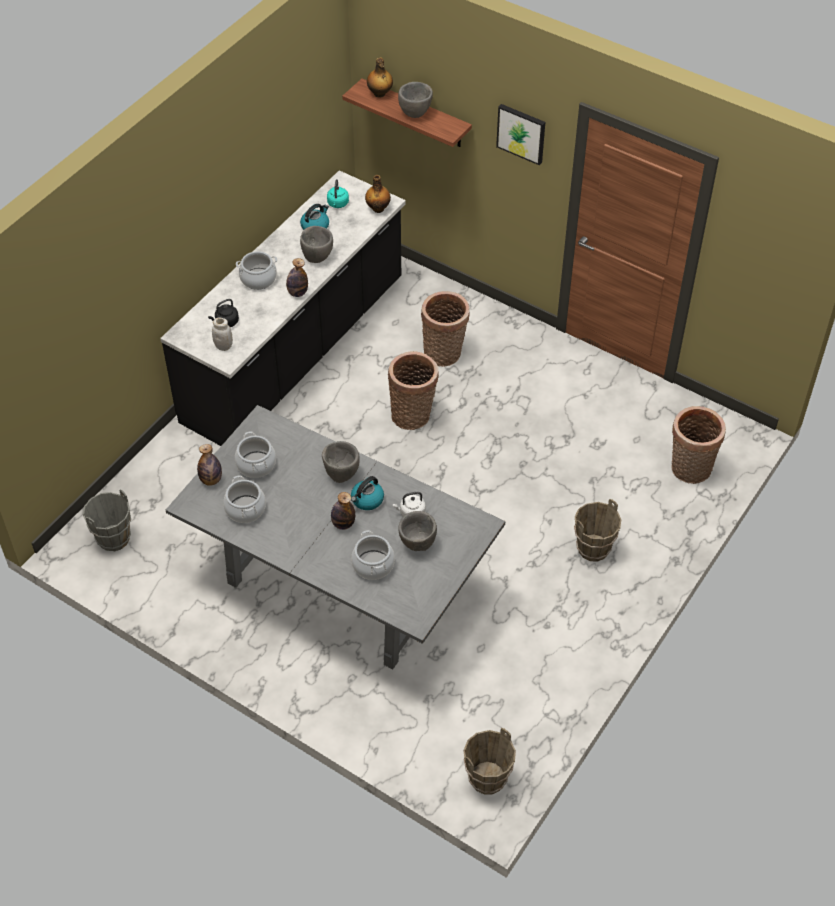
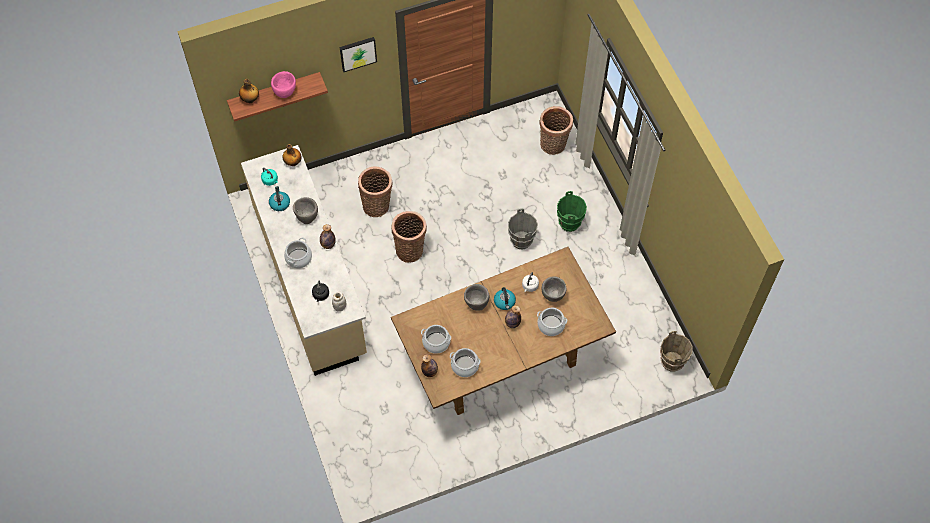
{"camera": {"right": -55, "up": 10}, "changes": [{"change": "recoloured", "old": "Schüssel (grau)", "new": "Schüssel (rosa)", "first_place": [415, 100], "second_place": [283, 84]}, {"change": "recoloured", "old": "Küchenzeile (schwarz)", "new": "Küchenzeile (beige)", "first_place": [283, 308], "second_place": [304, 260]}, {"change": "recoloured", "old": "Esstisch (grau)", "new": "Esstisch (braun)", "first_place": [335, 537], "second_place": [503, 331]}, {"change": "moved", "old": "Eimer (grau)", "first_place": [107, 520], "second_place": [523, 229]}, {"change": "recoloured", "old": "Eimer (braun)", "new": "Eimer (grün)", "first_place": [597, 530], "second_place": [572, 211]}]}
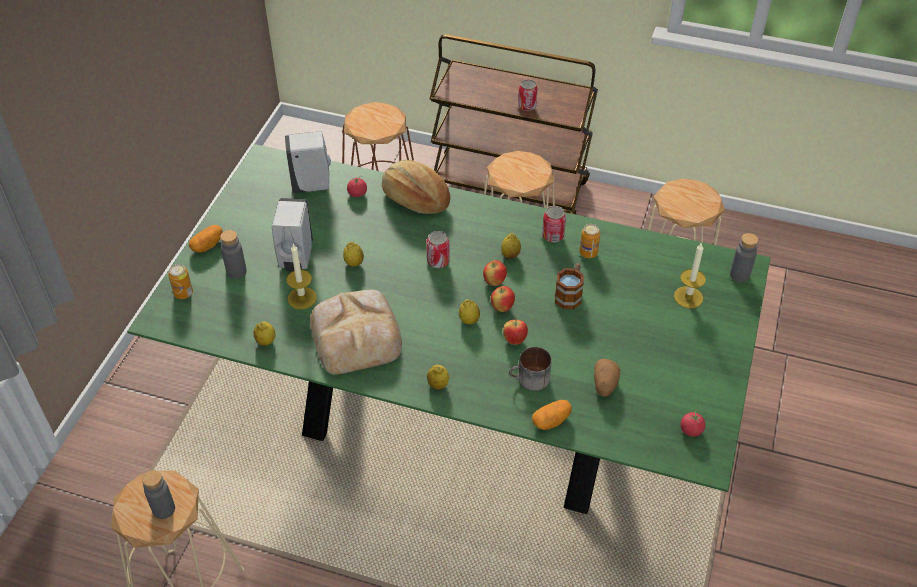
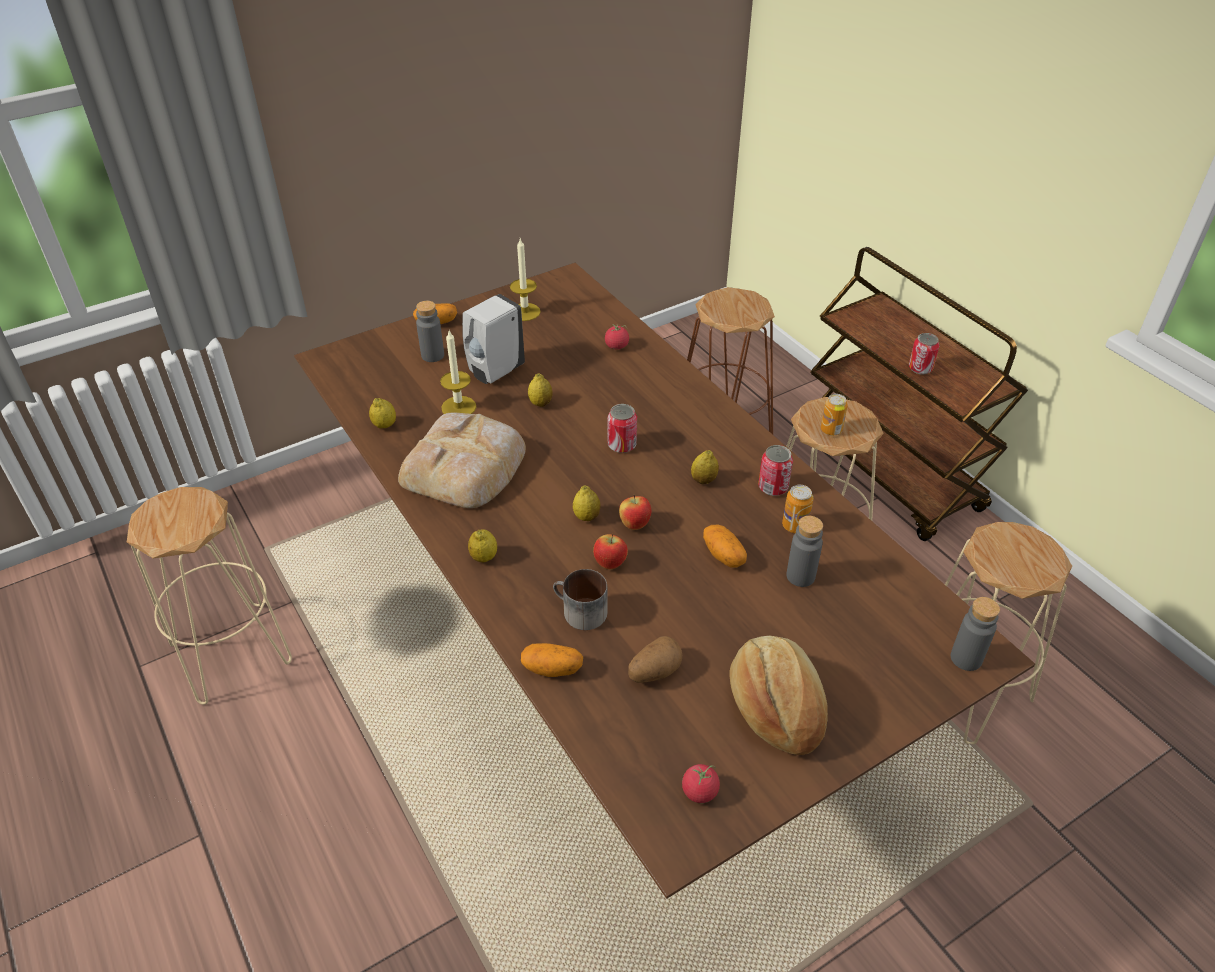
{"camera": {"right": 40, "up": -5}, "changes": [{"change": "removed", "old": "Seifenspender (weiß)", "first_place": [308, 162]}, {"change": "recoloured", "old": "Esstisch (grün)", "new": "Esstisch (braun)", "first_place": [448, 329], "second_place": [664, 581]}, {"change": "moved", "old": "Brot", "first_place": [416, 187], "second_place": [779, 695]}, {"change": "moved", "old": "Kerze", "first_place": [690, 275], "second_place": [525, 280]}, {"change": "removed", "old": "Apfel", "first_place": [495, 273]}, {"change": "replaced", "old": "Henkelbecher", "new": "Kartoffel", "first_place": [569, 286], "second_place": [725, 546]}, {"change": "moved", "old": "Dose", "first_place": [180, 281], "second_place": [834, 414]}, {"change": "moved", "old": "Flasche (grau)", "first_place": [158, 494], "second_place": [804, 551]}]}
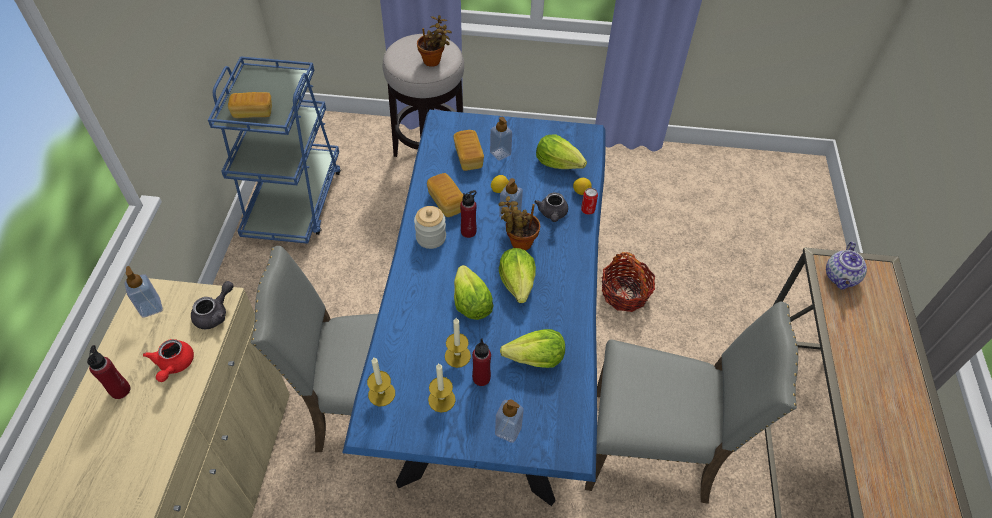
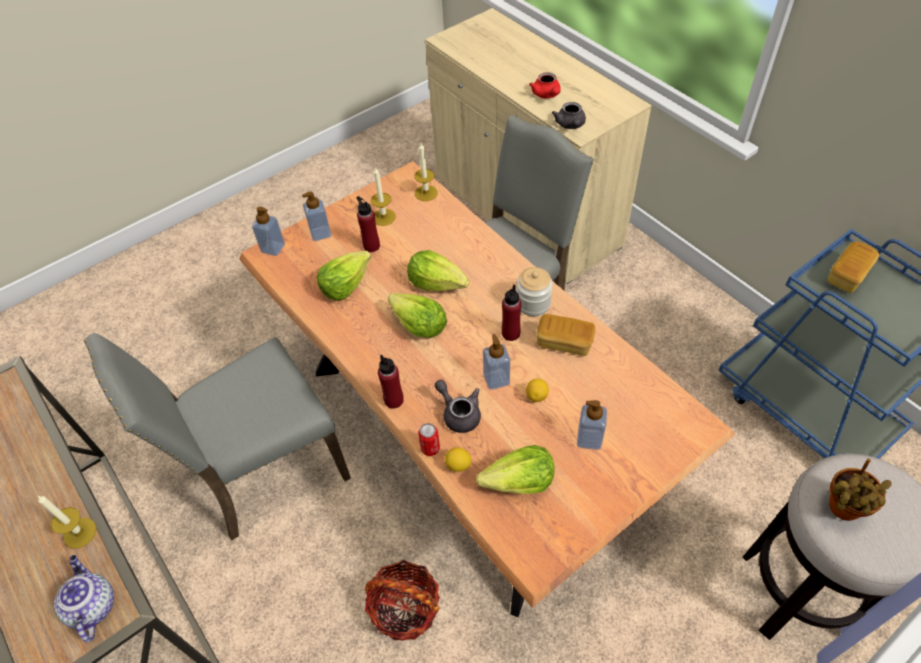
{"camera": {"right": 140, "up": 0}, "changes": [{"change": "recoloured", "old": "Esstisch (blau)", "new": "Esstisch (braun)", "first_place": [474, 308], "second_place": [487, 389]}, {"change": "removed", "old": "Brot", "first_place": [468, 150]}, {"change": "removed", "old": "Topfpflanze", "first_place": [519, 223]}, {"change": "moved", "old": "Seifenspender", "first_place": [143, 292], "second_place": [268, 231]}, {"change": "moved", "old": "Kerze", "first_place": [458, 343], "second_place": [67, 522]}, {"change": "turned", "old": "Teekanne (rot)", "first_place": [168, 360], "second_place": [544, 85], "degrees": -150}, {"change": "moved", "old": "Flasche (rot)", "first_place": [109, 372], "second_place": [391, 381]}]}
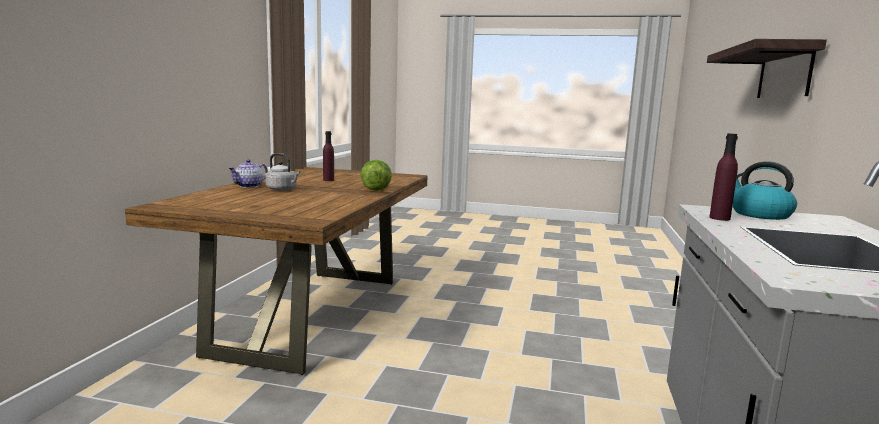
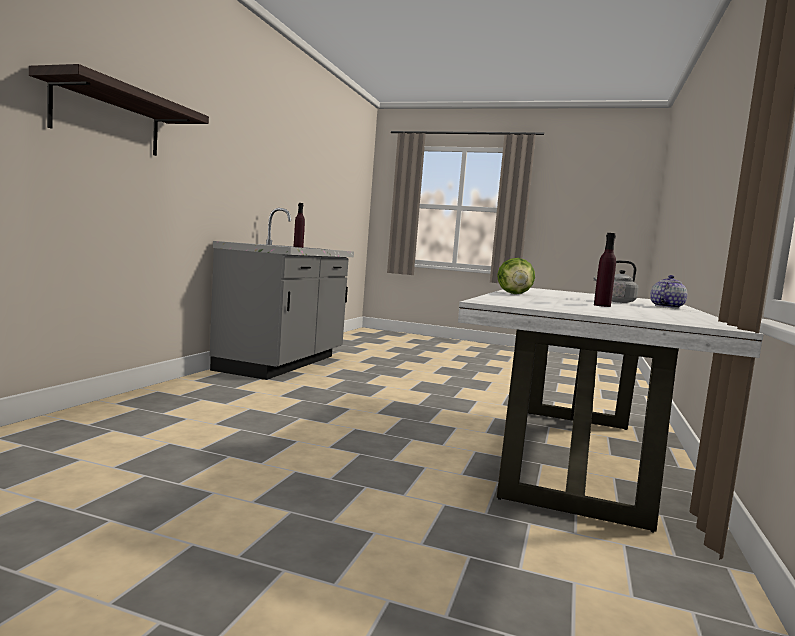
{"camera": {"right": -175, "up": -5}, "changes": [{"change": "removed", "old": "Wasserkessel", "first_place": [765, 190]}, {"change": "recoloured", "old": "Esstisch (braun)", "new": "Esstisch (weiß)", "first_place": [276, 271], "second_place": [611, 410]}]}
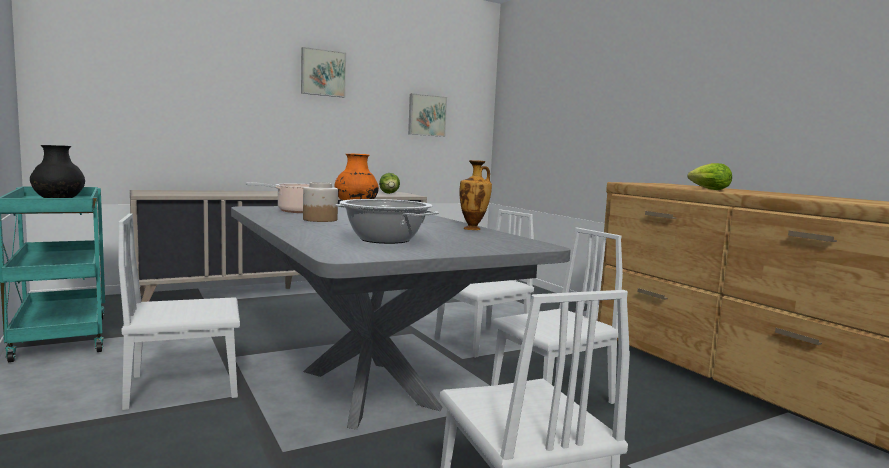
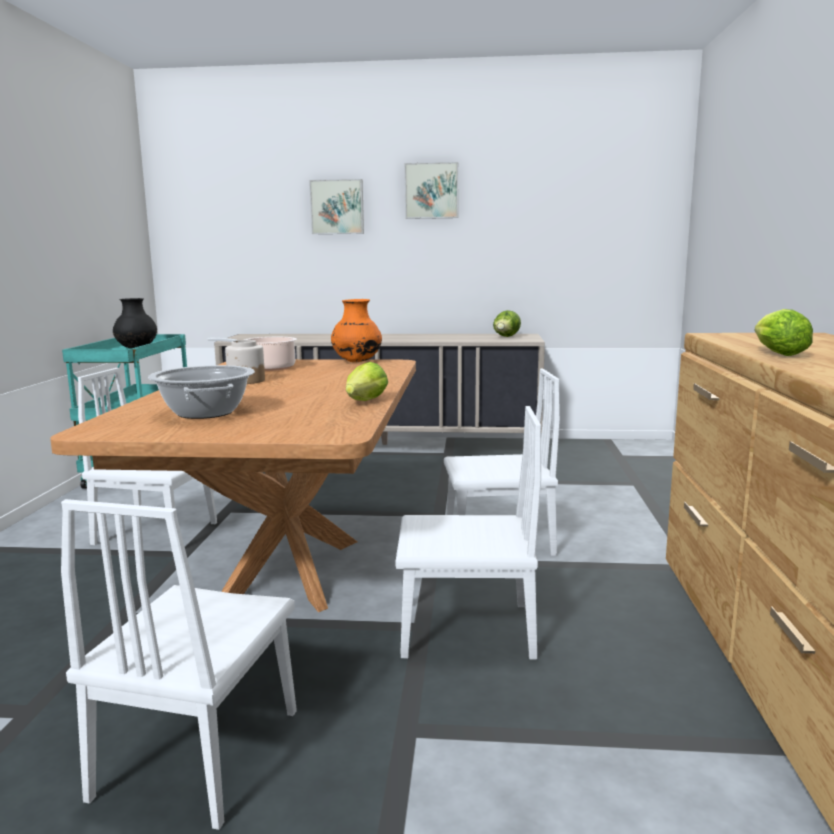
{"camera": {"right": 35, "up": 5}, "changes": [{"change": "moved", "old": "Bild", "first_place": [427, 115], "second_place": [336, 206]}, {"change": "replaced", "old": "Vase", "new": "Salatkopf", "first_place": [475, 195], "second_place": [367, 381]}, {"change": "recoloured", "old": "Esstisch (grau)", "new": "Esstisch (braun)", "first_place": [401, 318], "second_place": [233, 485]}]}
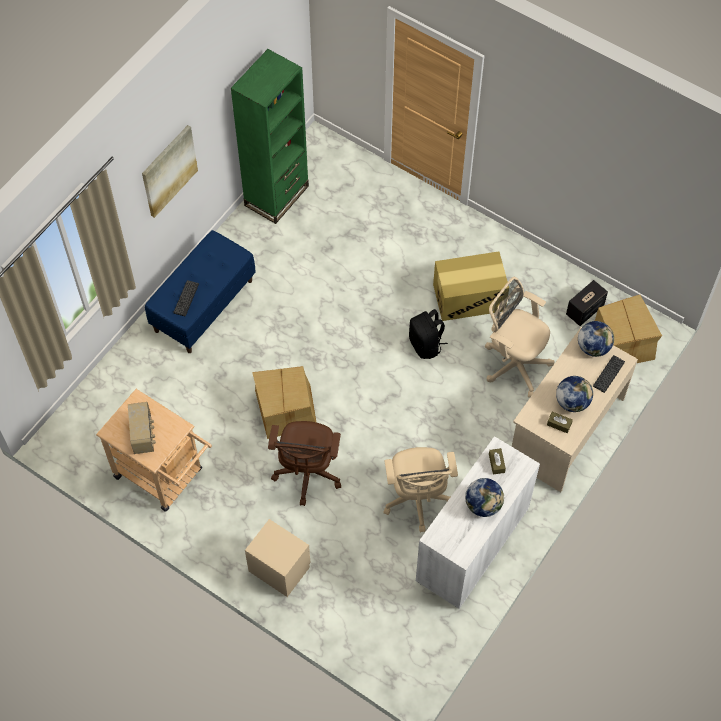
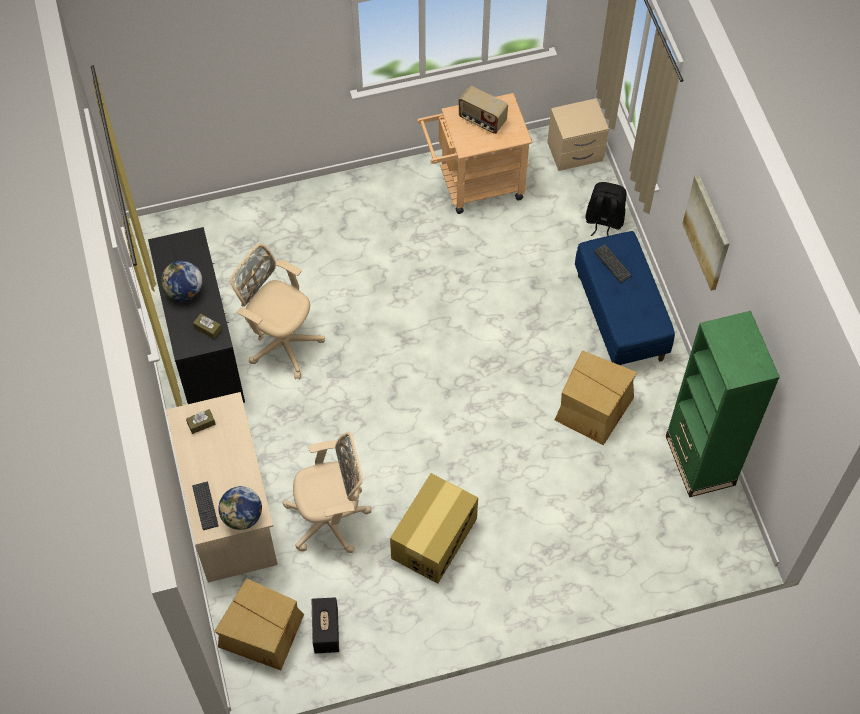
{"camera": {"right": 130, "up": 0}, "changes": [{"change": "moved", "old": "Rucksack (schwarz)", "first_place": [428, 334], "second_place": [605, 209]}, {"change": "moved", "old": "Karton", "first_place": [284, 402], "second_place": [596, 397]}, {"change": "removed", "old": "Globus", "first_place": [574, 394]}, {"change": "removed", "old": "Bürostuhl (braun)", "first_place": [304, 463]}, {"change": "recoloured", "old": "Schrank (weiß)", "new": "Schrank (schwarz)", "first_place": [478, 522], "second_place": [196, 315]}, {"change": "moved", "old": "Nachttisch (beige)", "first_place": [278, 558], "second_place": [578, 134]}]}
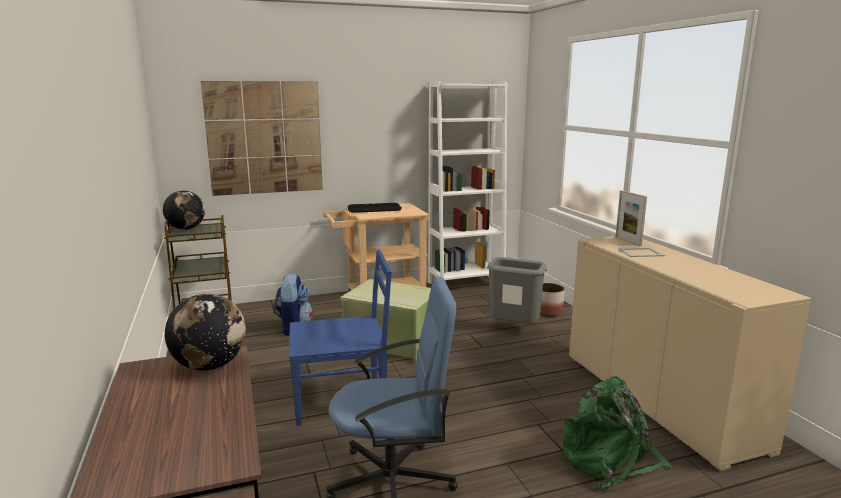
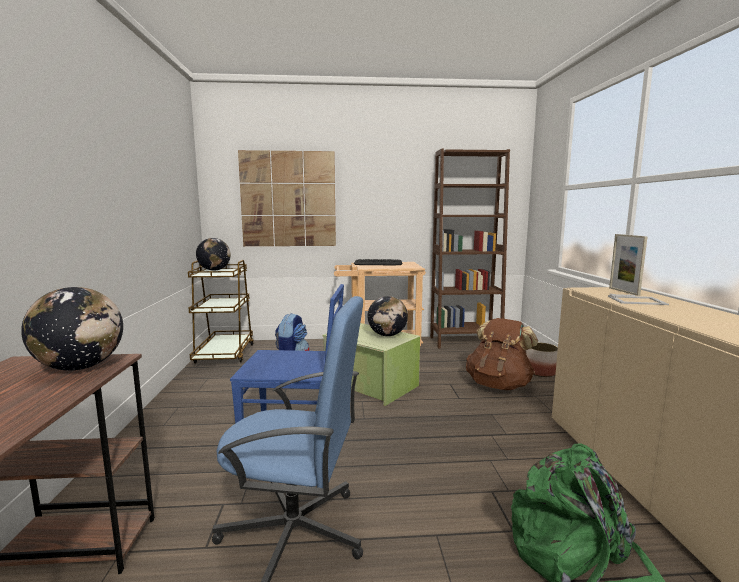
{"camera": {"right": 15, "up": -5}, "changes": [{"change": "recoloured", "old": "Bücherregal (weiß)", "new": "Bücherregal (braun)", "first_place": [468, 182], "second_place": [470, 248]}, {"change": "replaced", "old": "Mülleimer (grau)", "new": "Rucksack (braun)", "first_place": [517, 290], "second_place": [502, 354]}, {"change": "added", "new": "Globus", "second_place": [387, 316]}]}
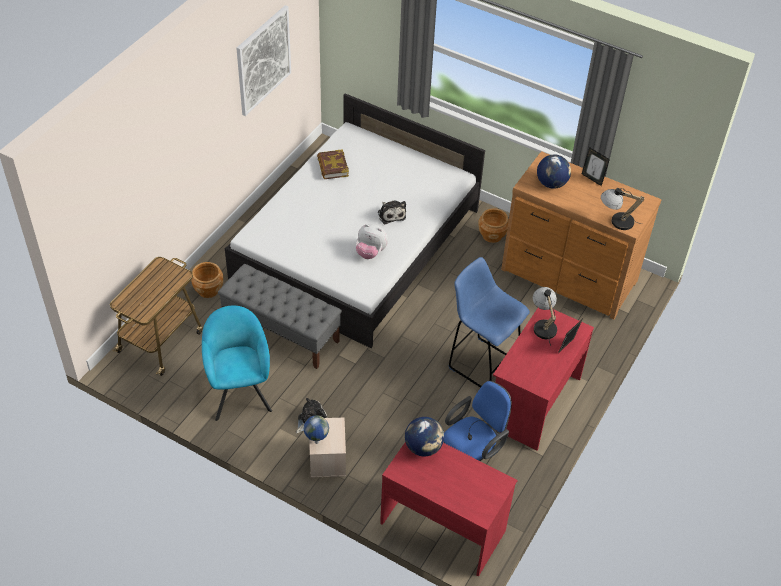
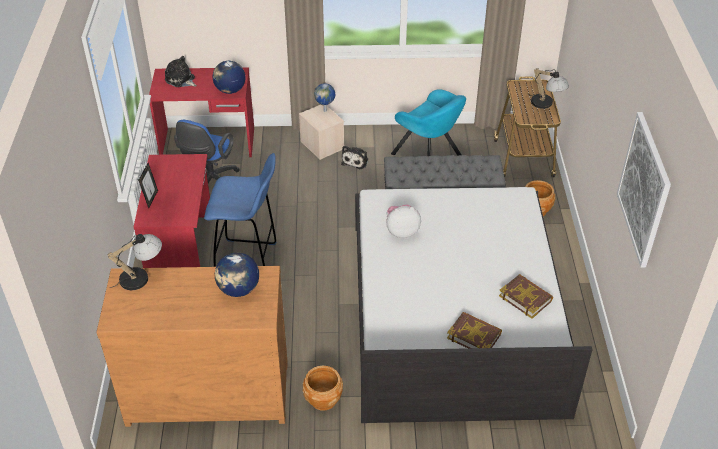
{"camera": {"right": 150, "up": -5}, "changes": [{"change": "removed", "old": "Bilderrahmen", "first_place": [596, 166]}, {"change": "moved", "old": "Plüschtier", "first_place": [392, 212], "second_place": [181, 71]}, {"change": "moved", "old": "Tischlampe", "first_place": [545, 316], "second_place": [548, 88]}, {"change": "added", "new": "Buch", "second_place": [474, 330]}]}
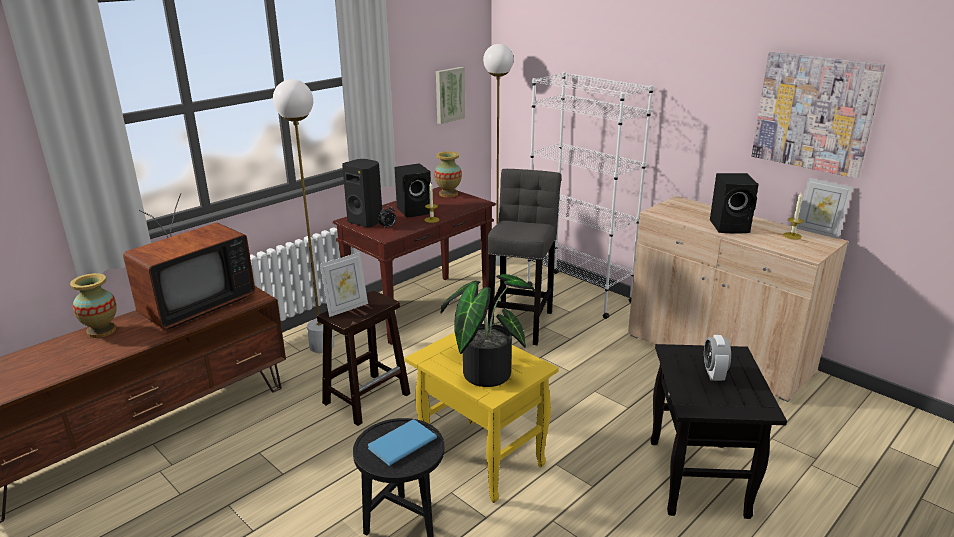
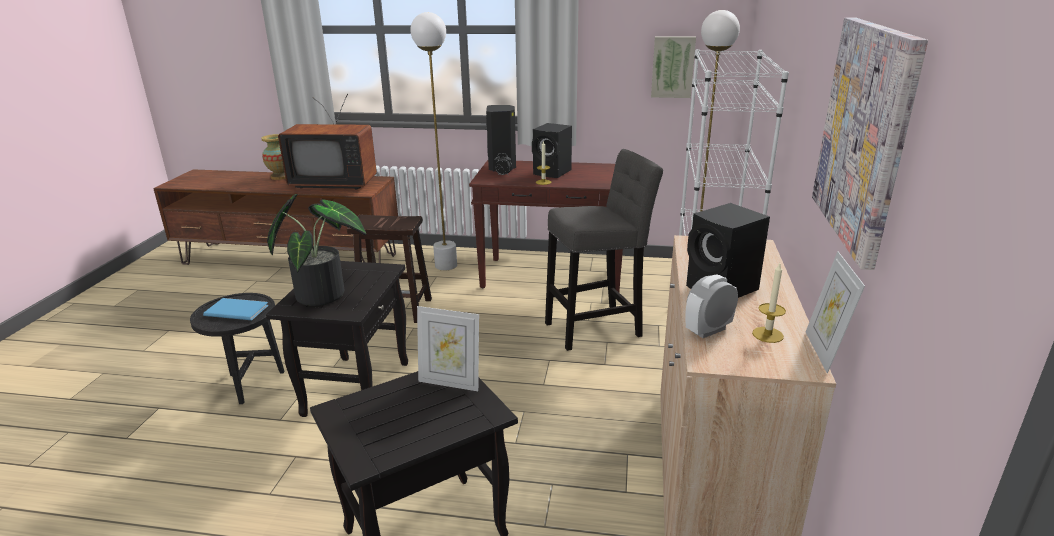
{"camera": {"right": 55, "up": 0}, "changes": [{"change": "removed", "old": "Vase", "first_place": [448, 174]}, {"change": "moved", "old": "Bilderrahmen", "first_place": [344, 284], "second_place": [448, 348]}, {"change": "recoloured", "old": "Beistelltisch (gelb)", "new": "Beistelltisch (schwarz)", "first_place": [482, 417], "second_place": [337, 339]}, {"change": "moved", "old": "Wecker", "first_place": [717, 358], "second_place": [711, 306]}]}
